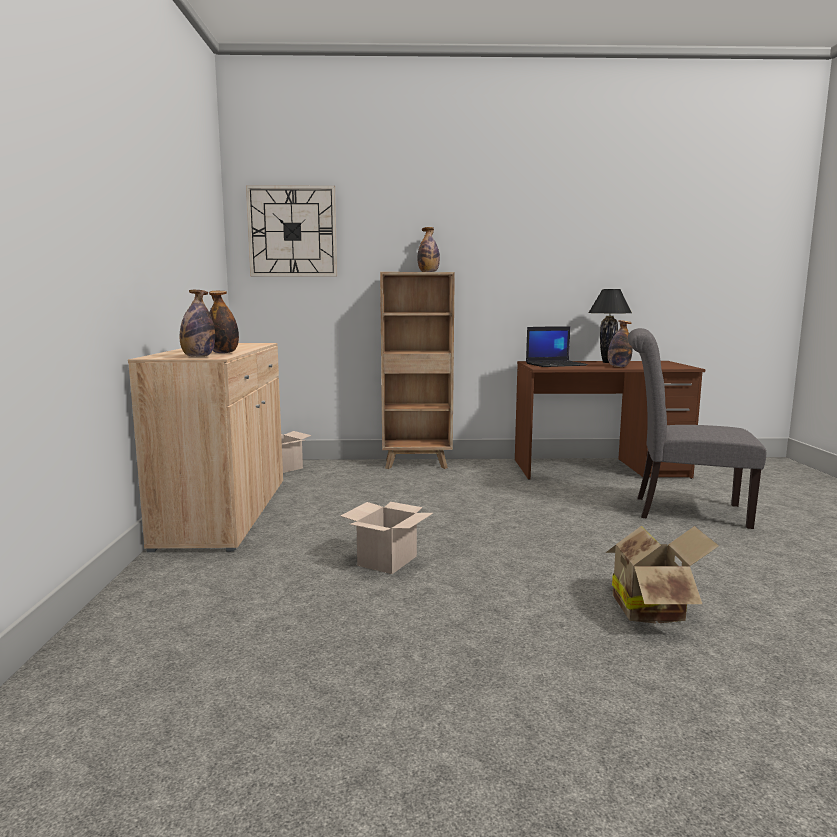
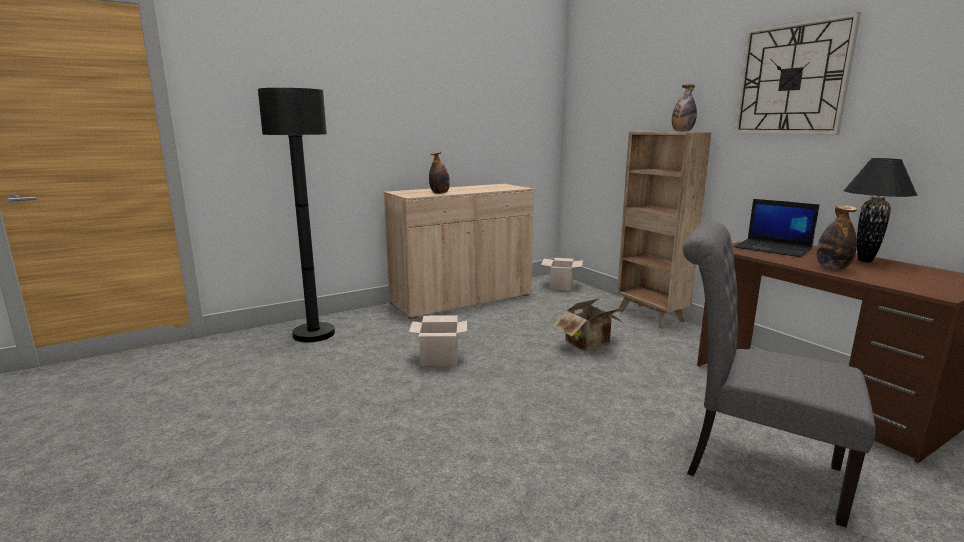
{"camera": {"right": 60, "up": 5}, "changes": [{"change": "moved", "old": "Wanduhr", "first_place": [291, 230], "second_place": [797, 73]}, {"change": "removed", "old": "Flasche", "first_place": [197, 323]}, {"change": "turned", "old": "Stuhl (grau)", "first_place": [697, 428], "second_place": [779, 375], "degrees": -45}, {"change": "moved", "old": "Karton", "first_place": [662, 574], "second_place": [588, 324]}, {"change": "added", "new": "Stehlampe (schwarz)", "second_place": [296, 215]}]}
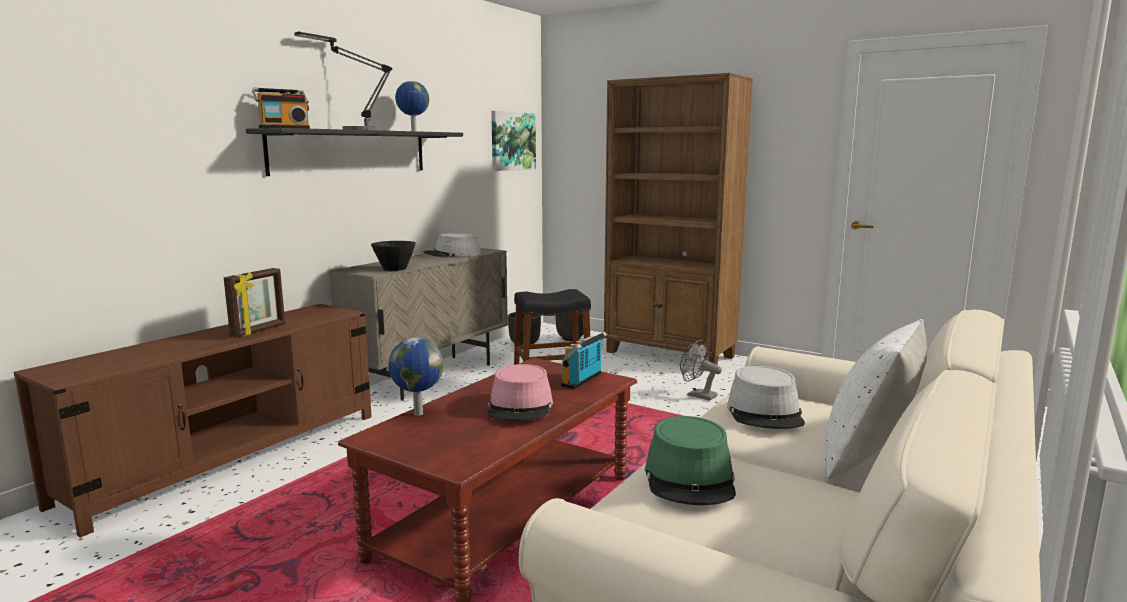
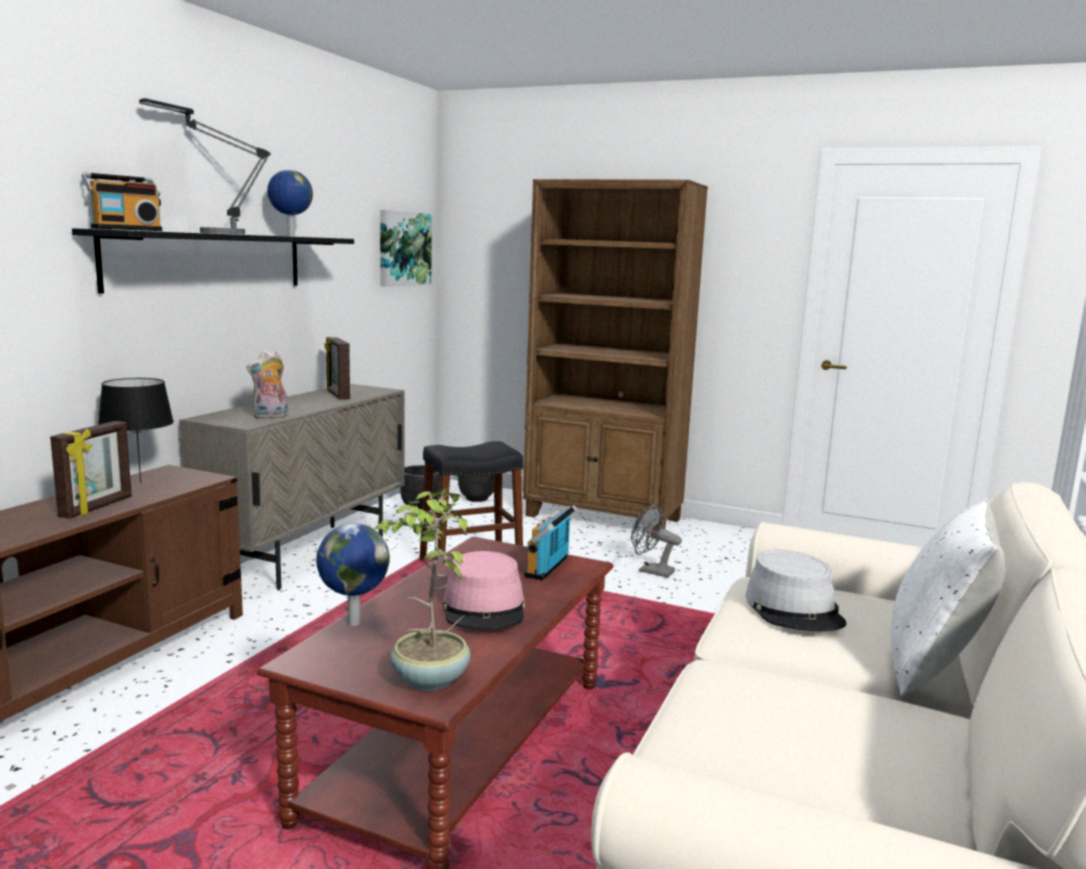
{"camera": {"right": -10, "up": 0}, "changes": [{"change": "replaced", "old": "Hut (grau)", "new": "Bilderrahmen", "first_place": [452, 245], "second_place": [337, 368]}, {"change": "replaced", "old": "Schüssel (schwarz)", "new": "Plüschtier", "first_place": [393, 256], "second_place": [267, 384]}, {"change": "removed", "old": "Hut (grün)", "first_place": [690, 460]}, {"change": "added", "new": "Tischlampe (schwarz)", "second_place": [136, 430]}, {"change": "added", "new": "Topfpflanze", "second_place": [422, 589]}]}
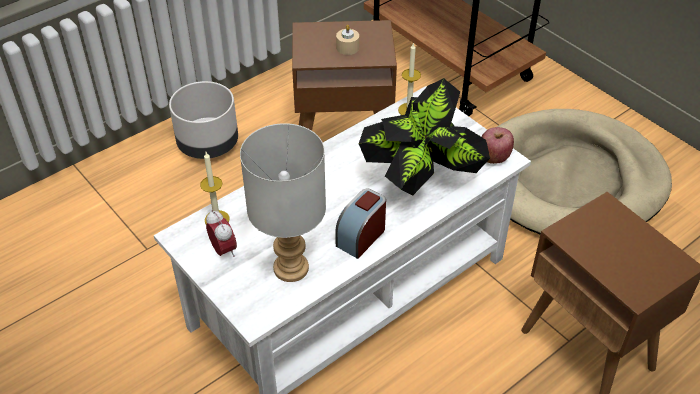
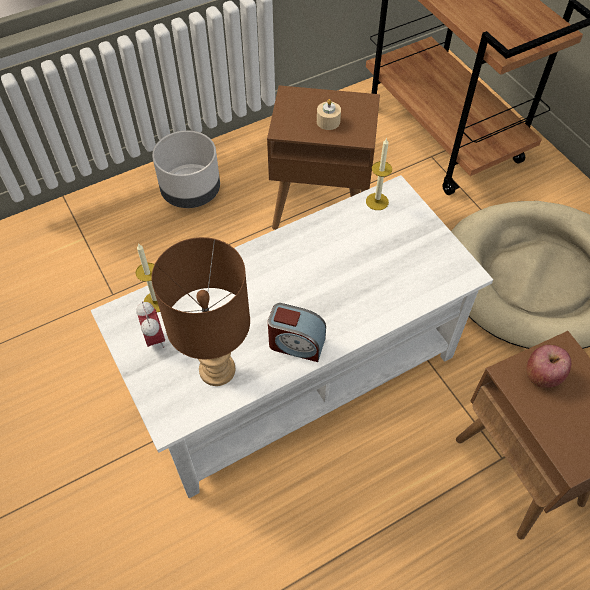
{"camera": {"right": 10, "up": 10}, "changes": [{"change": "removed", "old": "Topfpflanze", "first_place": [424, 136]}, {"change": "recoloured", "old": "Tischlampe (grau)", "new": "Tischlampe (braun)", "first_place": [283, 202], "second_place": [201, 311]}, {"change": "moved", "old": "Apfel", "first_place": [498, 145], "second_place": [548, 366]}, {"change": "turned", "old": "Wecker", "first_place": [360, 224], "second_place": [297, 332], "degrees": -120}]}
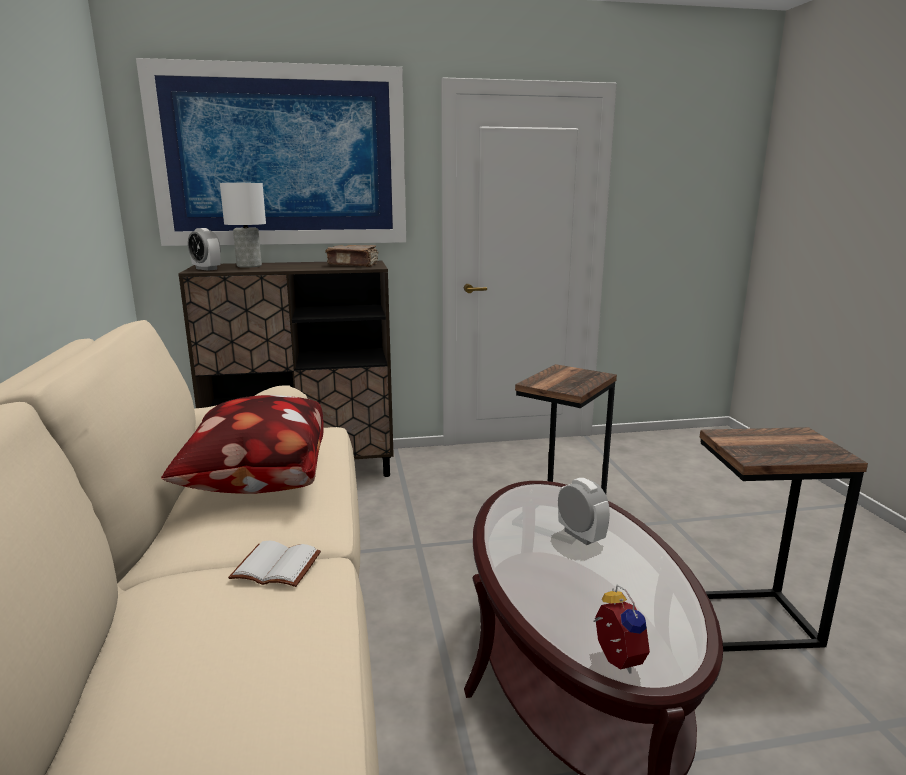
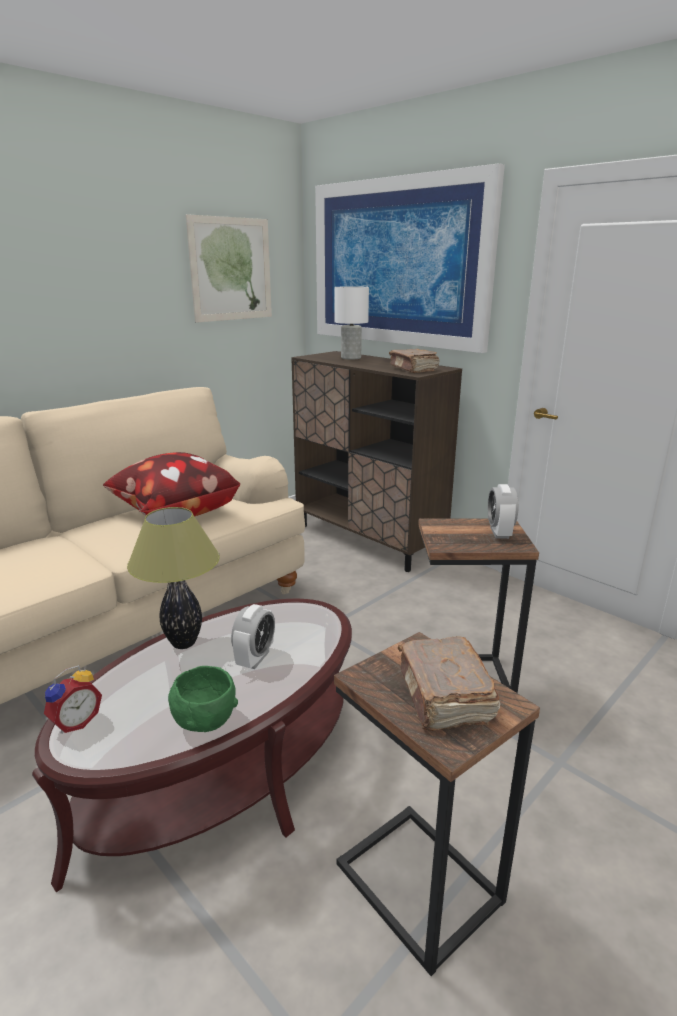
{"camera": {"right": 55, "up": 5}, "changes": [{"change": "moved", "old": "Wecker", "first_place": [204, 249], "second_place": [503, 511]}, {"change": "removed", "old": "Buch (weiß)", "first_place": [274, 564]}, {"change": "added", "new": "Bild", "second_place": [229, 268]}, {"change": "added", "new": "Tischlampe", "second_place": [173, 578]}, {"change": "added", "new": "Buch (braun)", "second_place": [449, 683]}, {"change": "added", "new": "Schüssel (grün)", "second_place": [203, 699]}]}
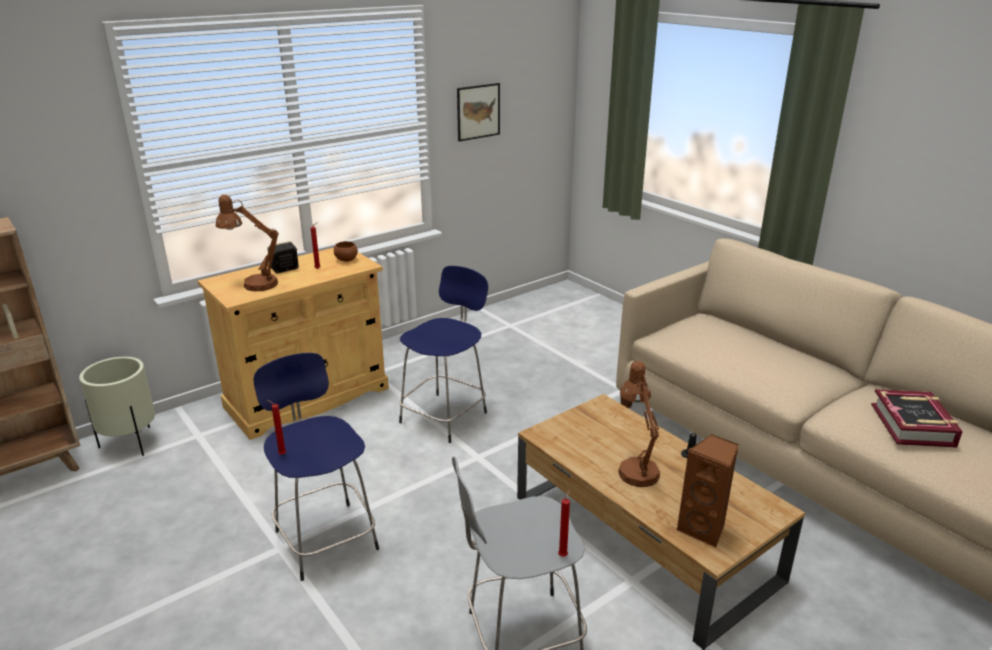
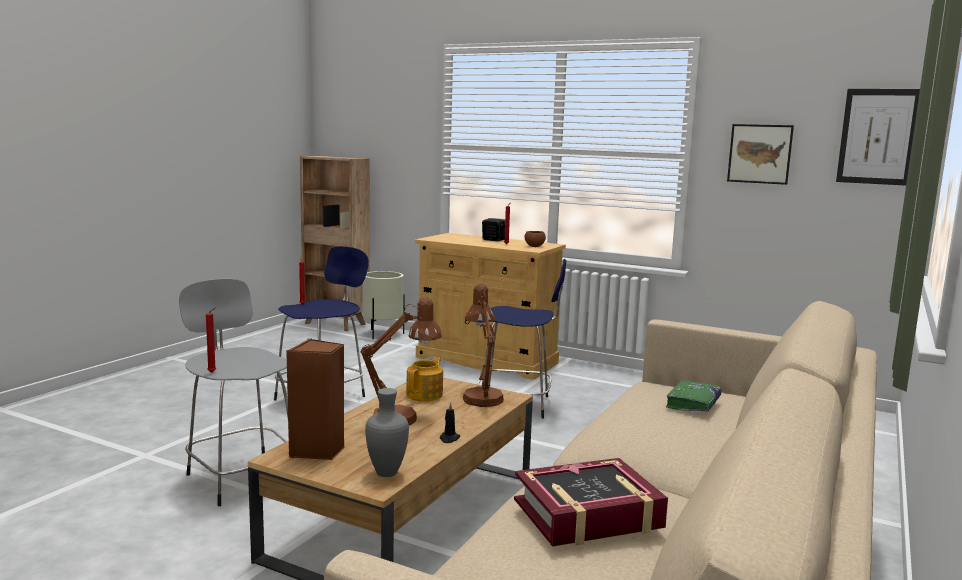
{"camera": {"right": 65, "up": -15}, "changes": [{"change": "moved", "old": "Tischlampe (braun)", "first_place": [247, 243], "second_place": [483, 345]}, {"change": "added", "new": "Bild", "second_place": [878, 137]}, {"change": "added", "new": "Teekanne", "second_place": [424, 379]}, {"change": "added", "new": "Buch (grün)", "second_place": [694, 396]}, {"change": "added", "new": "Vase (grau)", "second_place": [387, 432]}]}
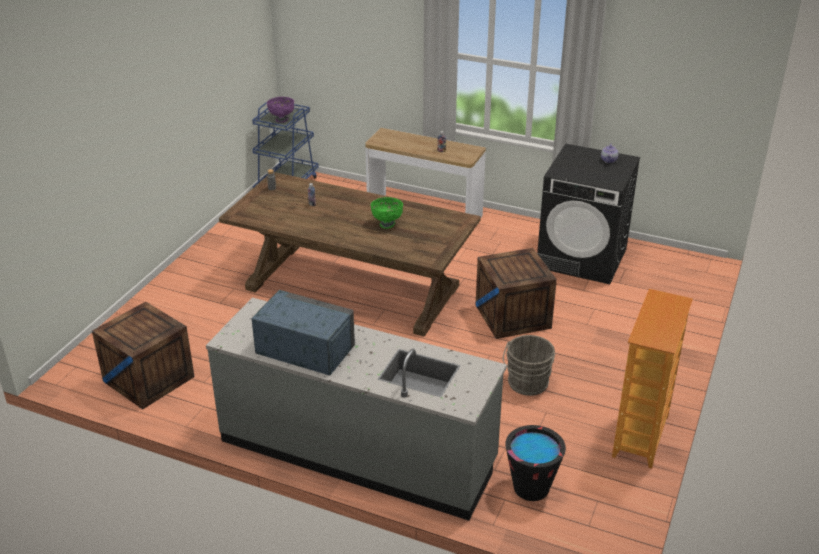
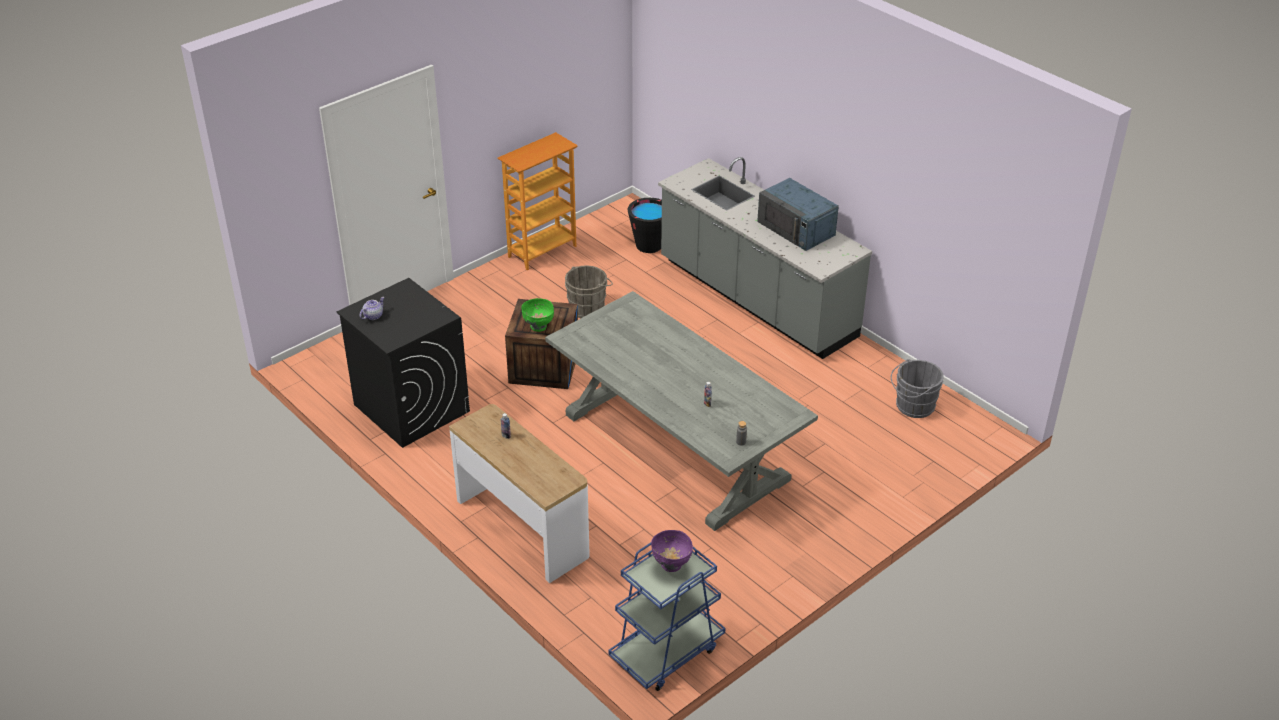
{"camera": {"right": -155, "up": 5}, "changes": [{"change": "recoloured", "old": "Esstisch (braun)", "new": "Esstisch (grau)", "first_place": [350, 254], "second_place": [681, 411]}, {"change": "moved", "old": "Schüssel (grün)", "first_place": [387, 213], "second_place": [537, 315]}, {"change": "replaced", "old": "Kiste", "new": "Eimer (grau)", "first_place": [143, 355], "second_place": [917, 388]}]}
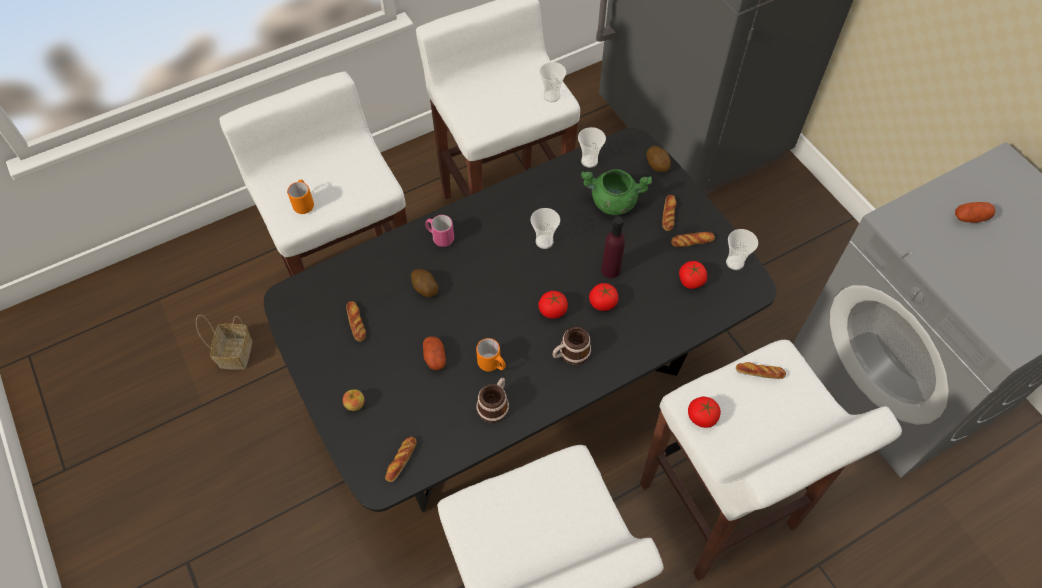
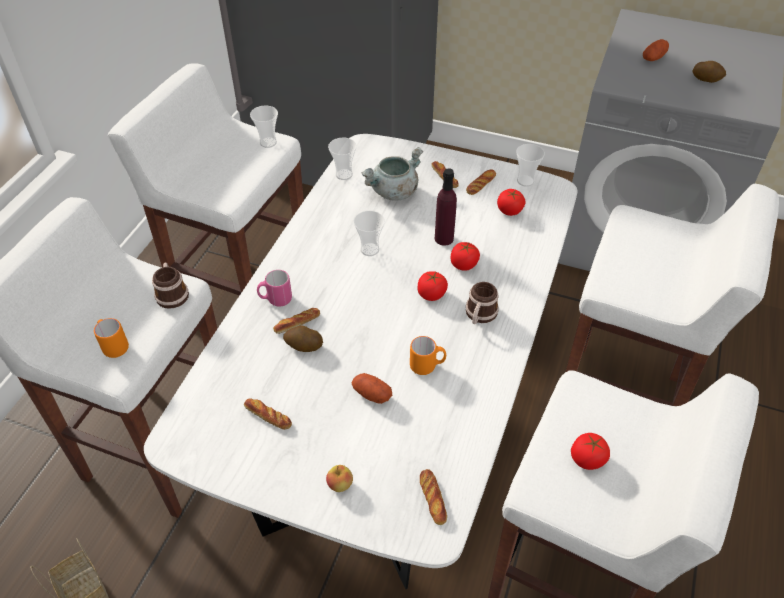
{"camera": {"right": -40, "up": -10}, "changes": [{"change": "recoloured", "old": "Esstisch (schwarz)", "new": "Esstisch (weiß)", "first_place": [520, 320], "second_place": [361, 361]}, {"change": "moved", "old": "Kartoffel", "first_place": [658, 159], "second_place": [709, 72]}, {"change": "recoloured", "old": "Kochtopf (grün)", "new": "Kochtopf (grau)", "first_place": [616, 192], "second_place": [392, 174]}, {"change": "moved", "old": "Brot", "first_place": [761, 370], "second_place": [296, 321]}, {"change": "moved", "old": "Henkelbecher", "first_place": [493, 400], "second_place": [170, 286]}, {"change": "moved", "old": "Tomate", "first_place": [704, 412], "second_place": [590, 451]}]}
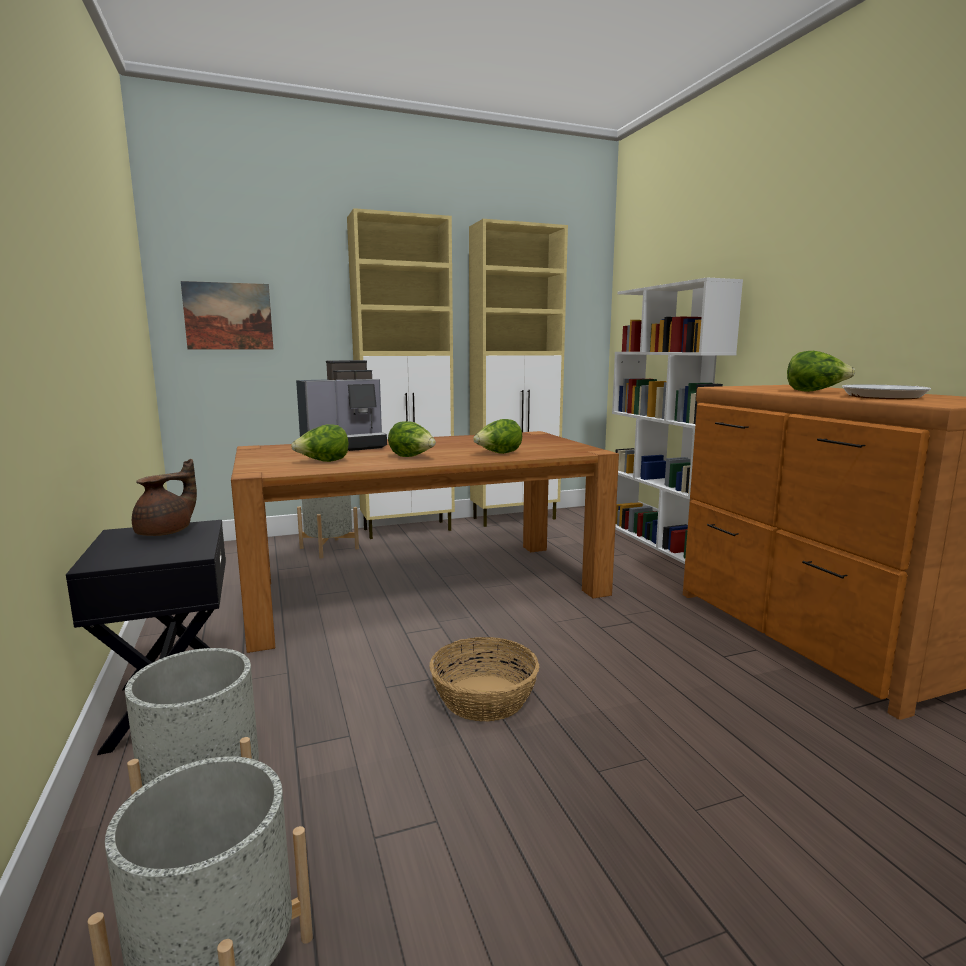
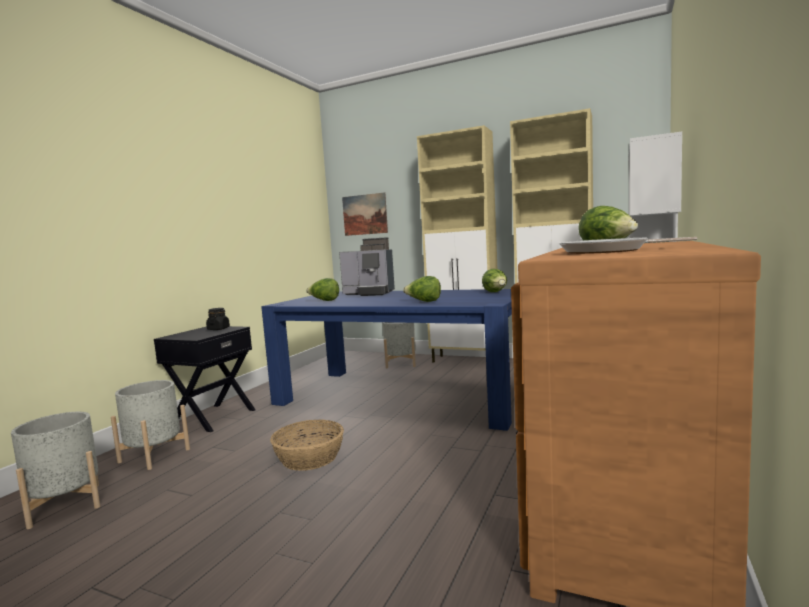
{"camera": {"right": 45, "up": -5}, "changes": [{"change": "moved", "old": "Salatkopf", "first_place": [412, 439], "second_place": [494, 280]}, {"change": "recoloured", "old": "Esstisch (braun)", "new": "Esstisch (blau)", "first_place": [425, 542], "second_place": [386, 360]}, {"change": "replaced", "old": "Teekanne (braun)", "new": "Vorratsglas (schwarz)", "first_place": [164, 497], "second_place": [218, 319]}]}
